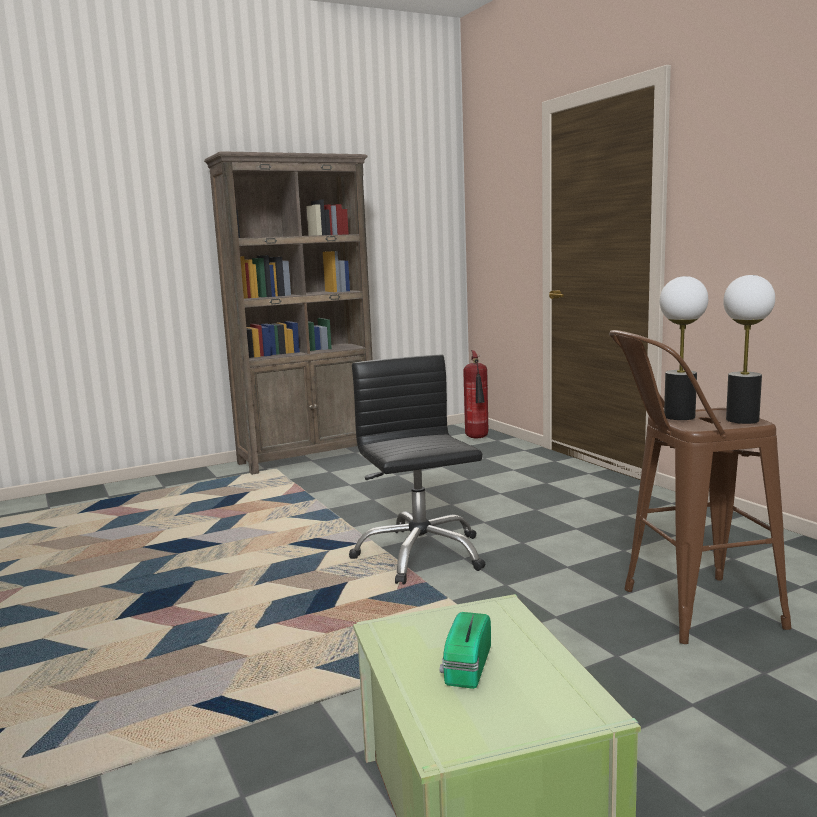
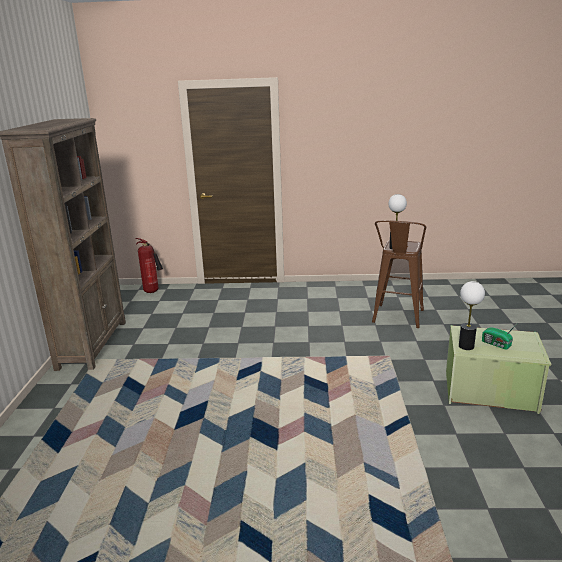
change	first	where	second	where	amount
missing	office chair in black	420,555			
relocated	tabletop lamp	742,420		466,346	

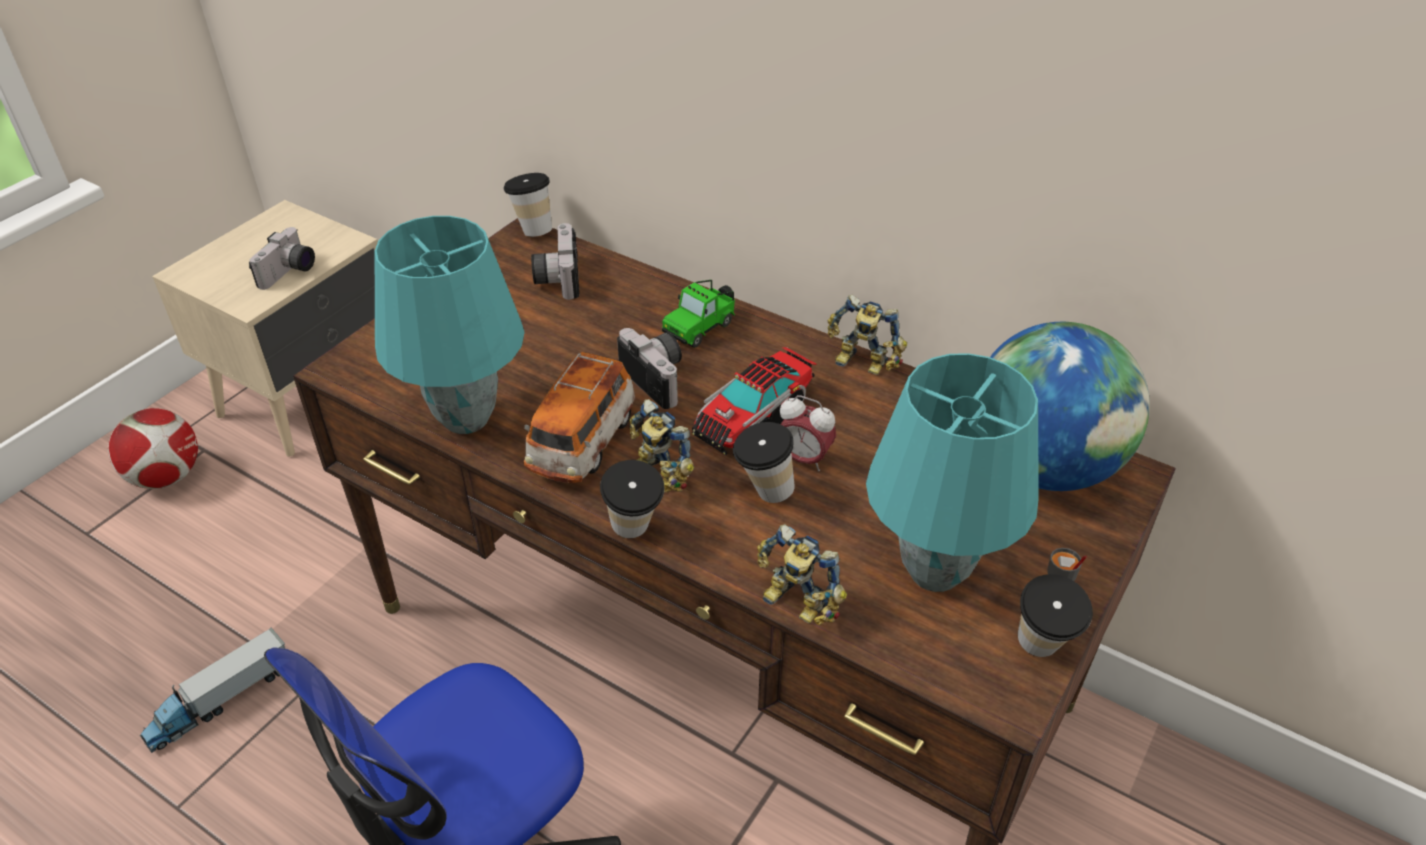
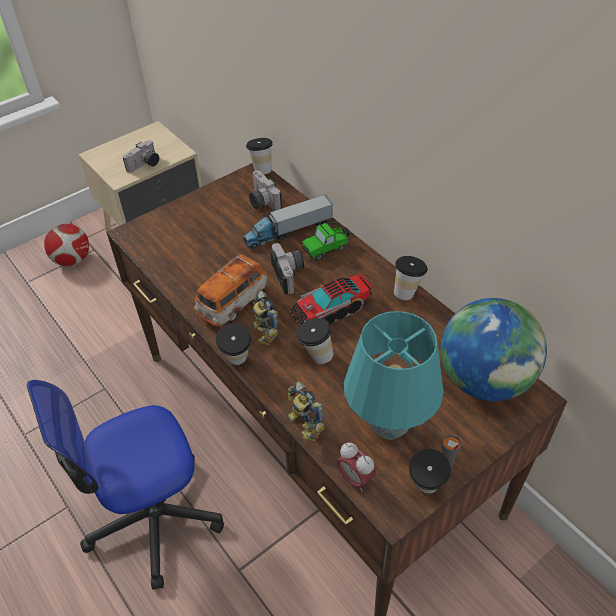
change	first	where	second	where	amount
relocated	model truck	220,701		288,231	
missing	tabletop lamp in blue-green	464,419			
spun	still camera	556,277		261,202	45 degrees counterclockwise
relocated	table clock	803,459		355,478	
exchanged	robot figure	861,365	small cup	407,292	

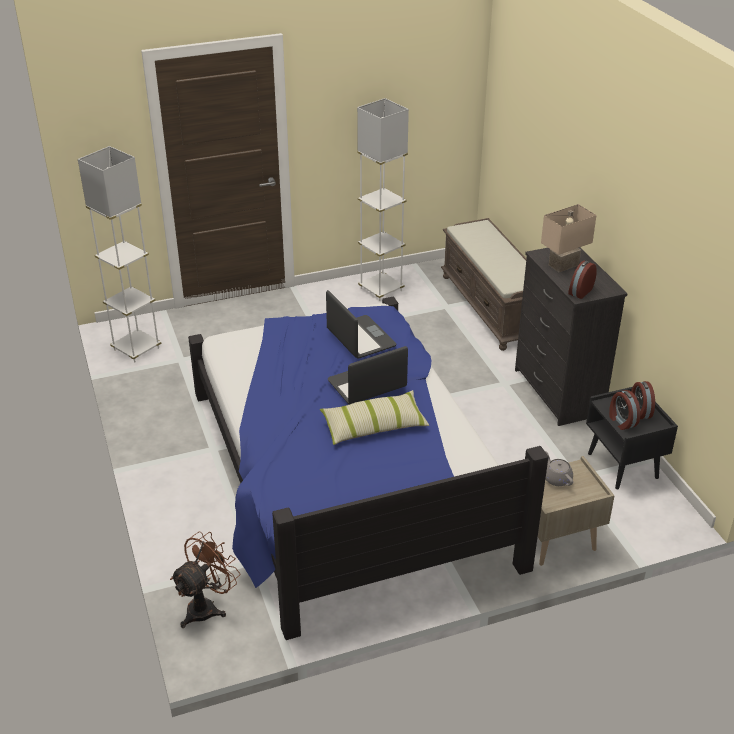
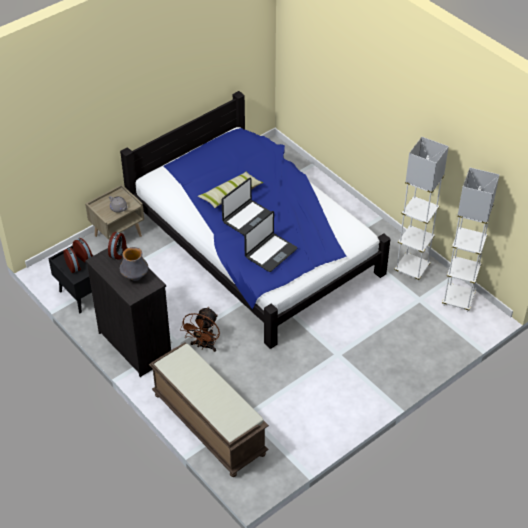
change	first	where	second	where	amount
relocated	fan in brownish	207,607		204,346	
spun	portable computer	360,338		270,253	90 degrees counterclockwise
relocated	standing lamp in white	381,289		412,269	
exchanged	tabletop lamp in beige	563,264	decorative vase	135,277	

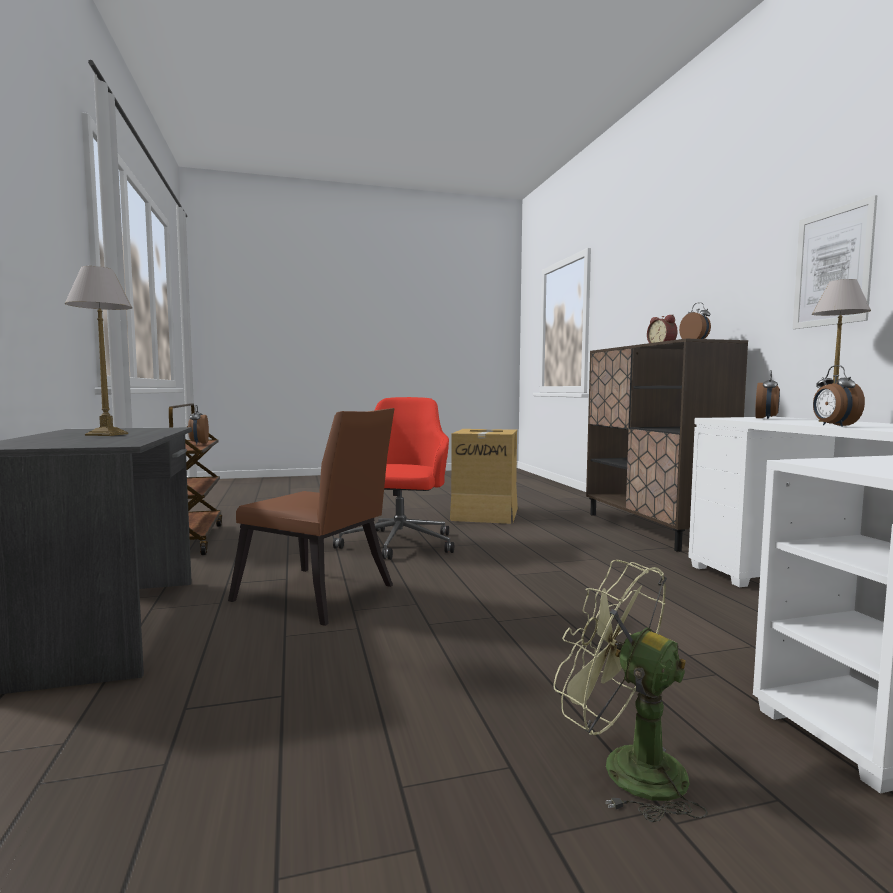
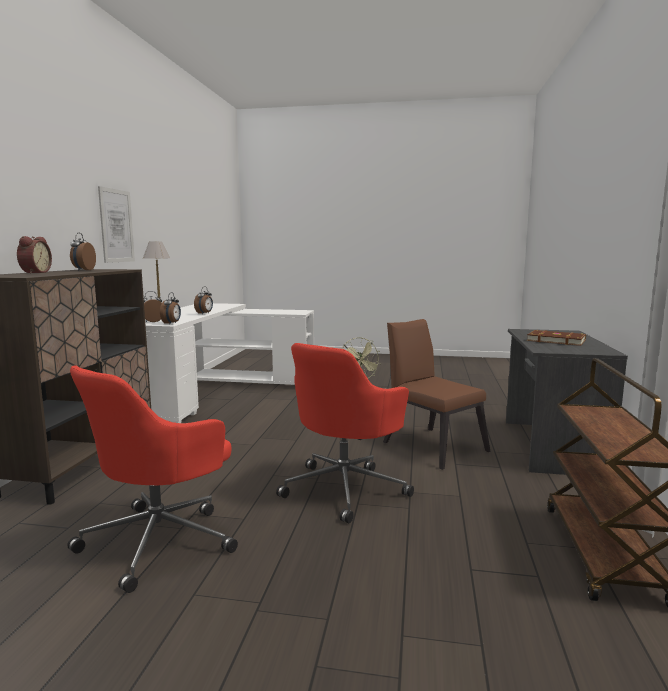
change	first	where	second	where	amount
exchanged	tabletop lamp	107,434	bound book in brownish	556,340	
relocated	table clock	198,443		172,323	
exchanged	cardboard box	485,514	office chair in red-coloured	161,539	

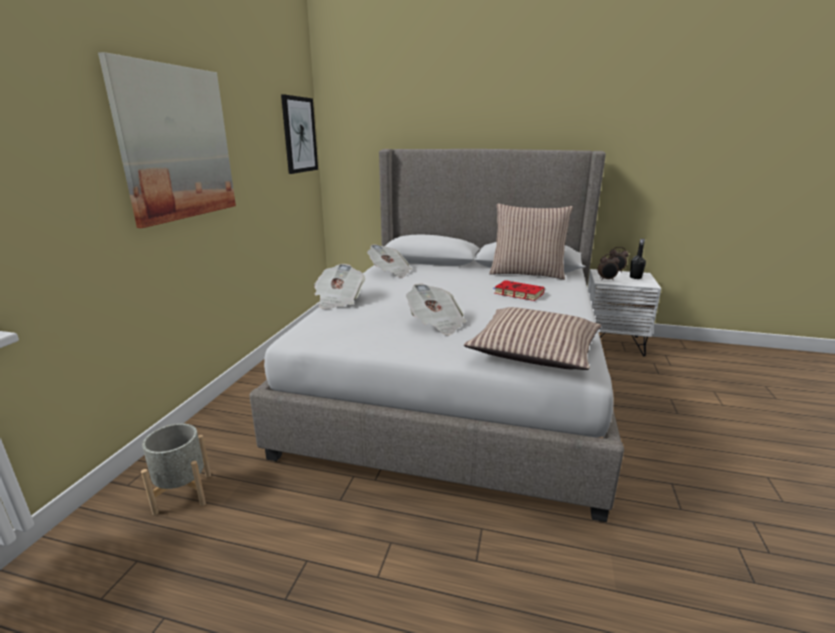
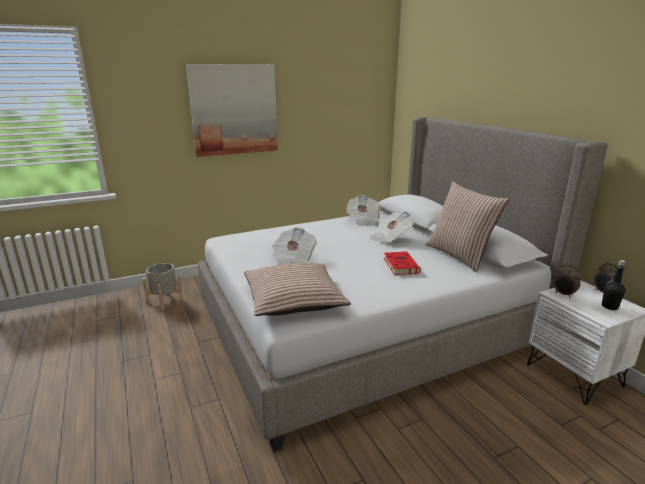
change	first	where	second	where	amount
missing	picture	299,135			
relocated	newspaper	338,300		390,237	

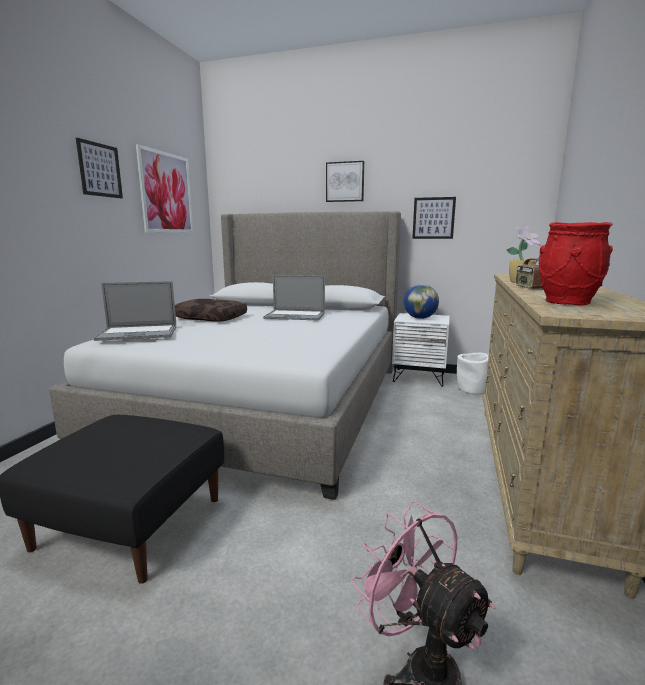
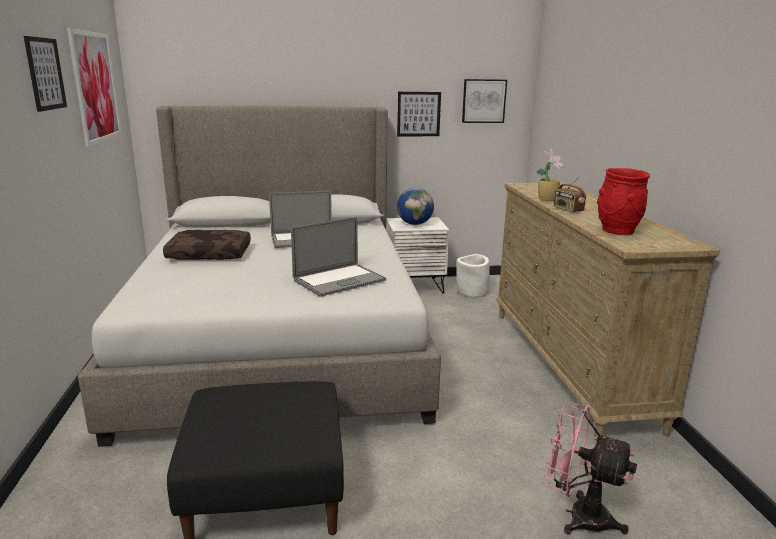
change	first	where	second	where	amount
relocated	portable computer	138,333		339,280	
relocated	picture	345,182		483,101	

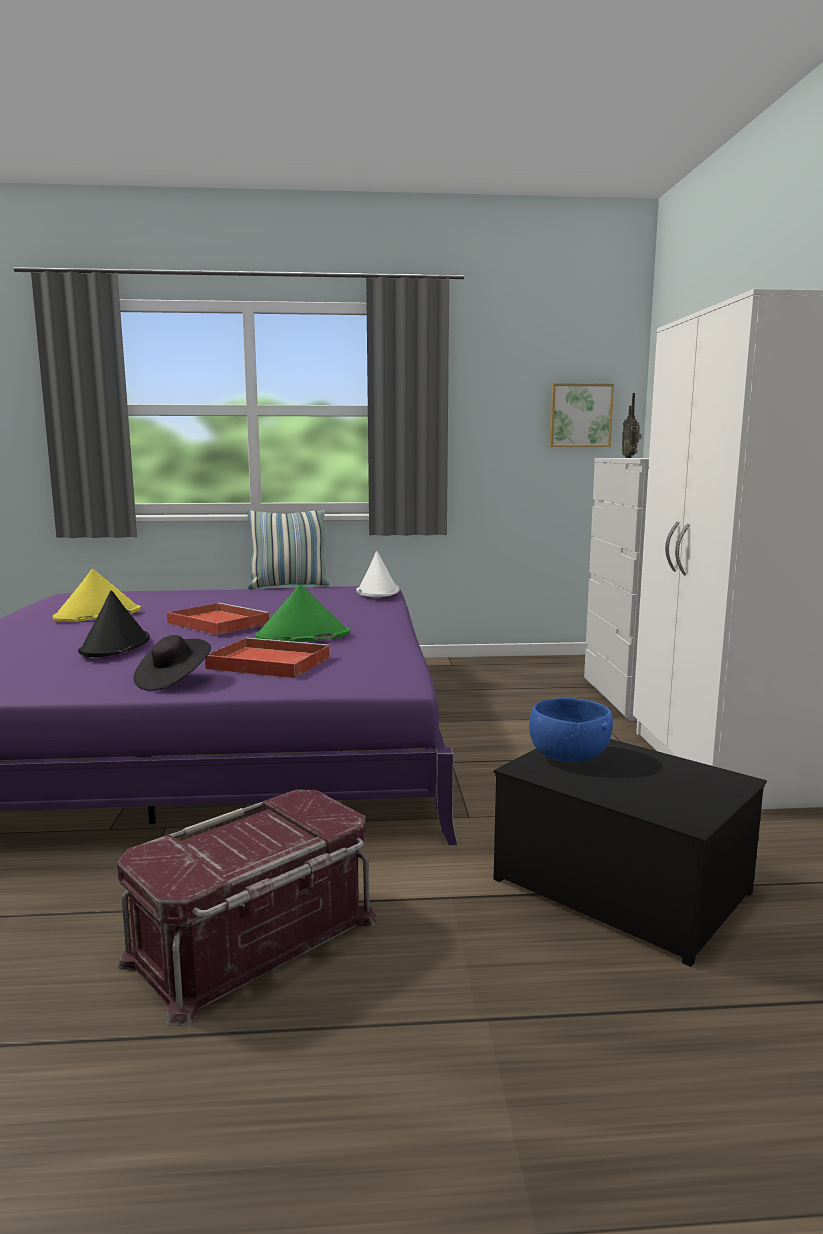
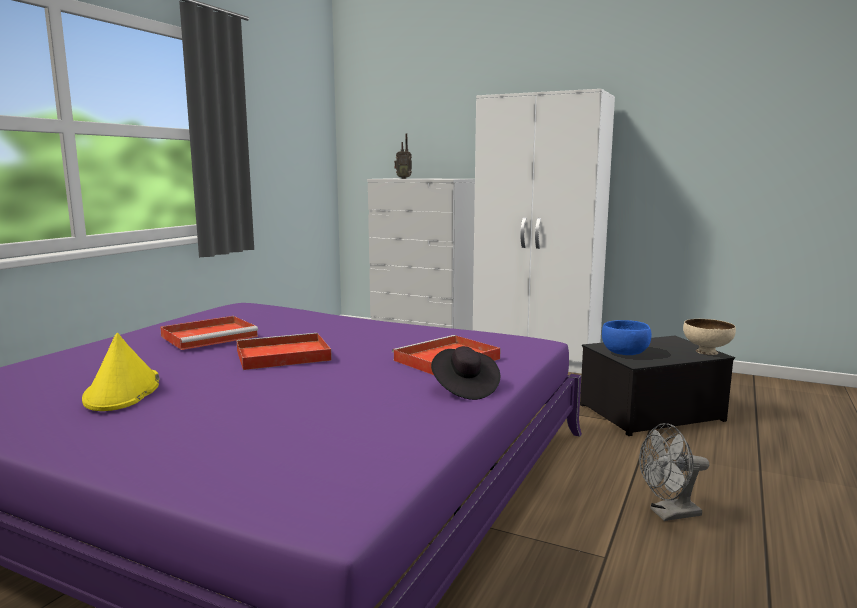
change	first	where	second	where	amount
missing	clothing hat in black	115,646			
exchanged	storage container in red-coloured	254,941	fan in gray	669,514	
missing	throw pillow	288,586			
missing	clothing hat in green	302,636			
missing	clothing hat in white	377,591			
missing	picture	580,415			
appeared			serving tray in red-coloured	211,336	
appeared			bowl in beige	706,352	

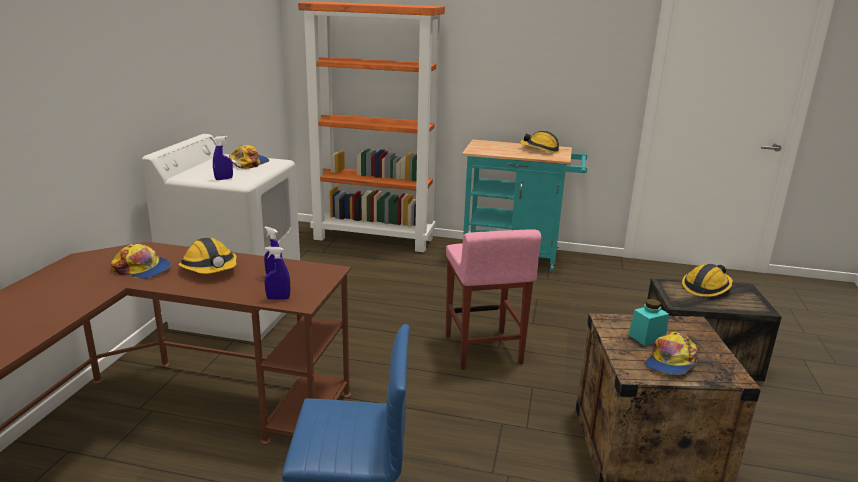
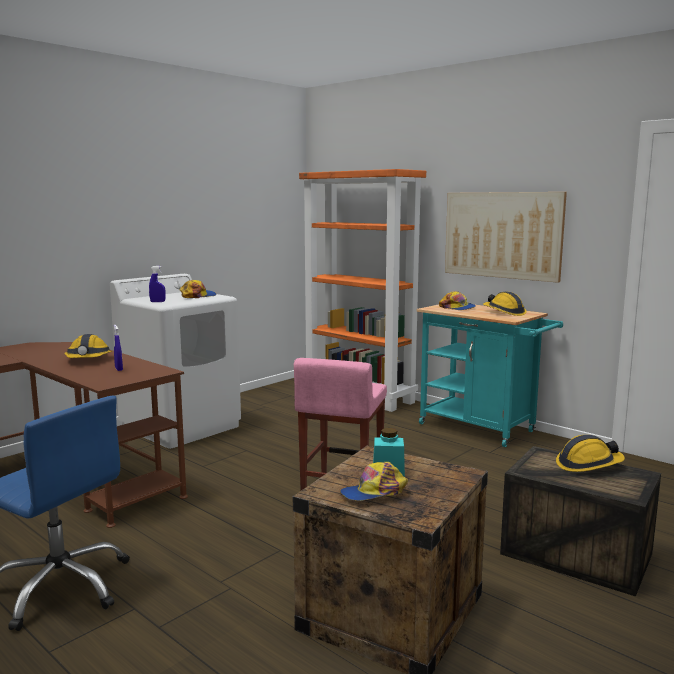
change	first	where	second	where	amount
relocated	cap	142,269		457,308	
missing	hand sprayer in blue-coloured	278,298			
appeared			picture	502,235	

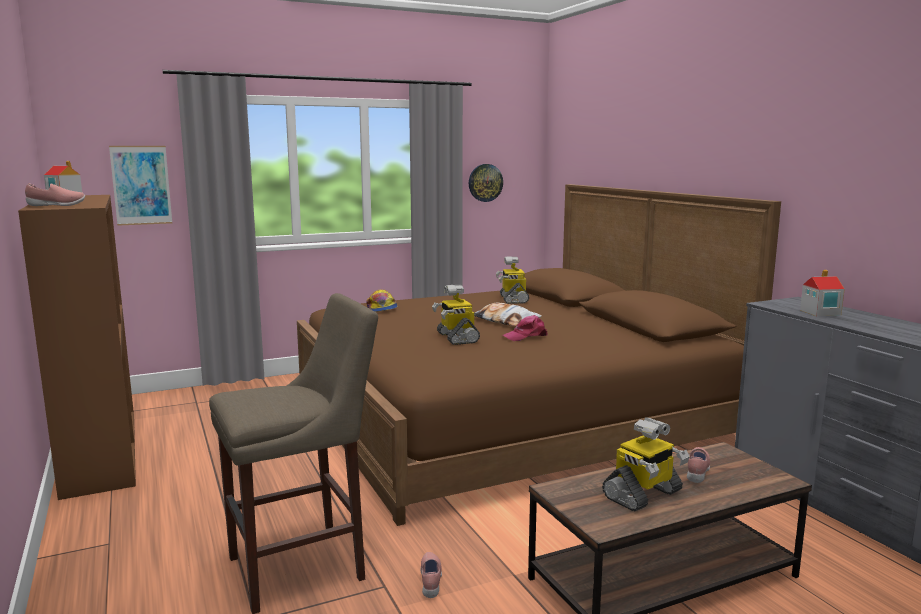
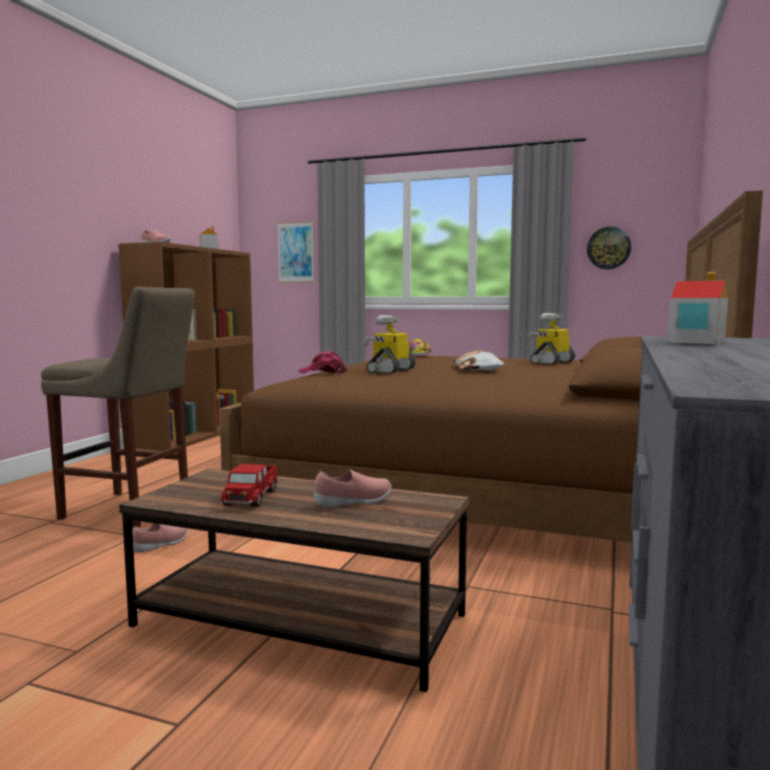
change	first	where	second	where	amount
relocated	cap in pinkish	526,336		323,372	
exchanged	robot figure	643,495	model truck	252,497	

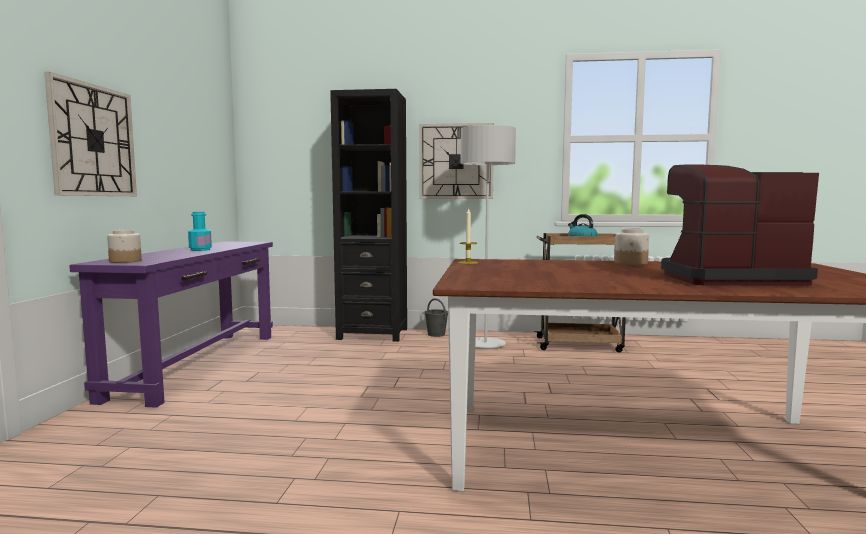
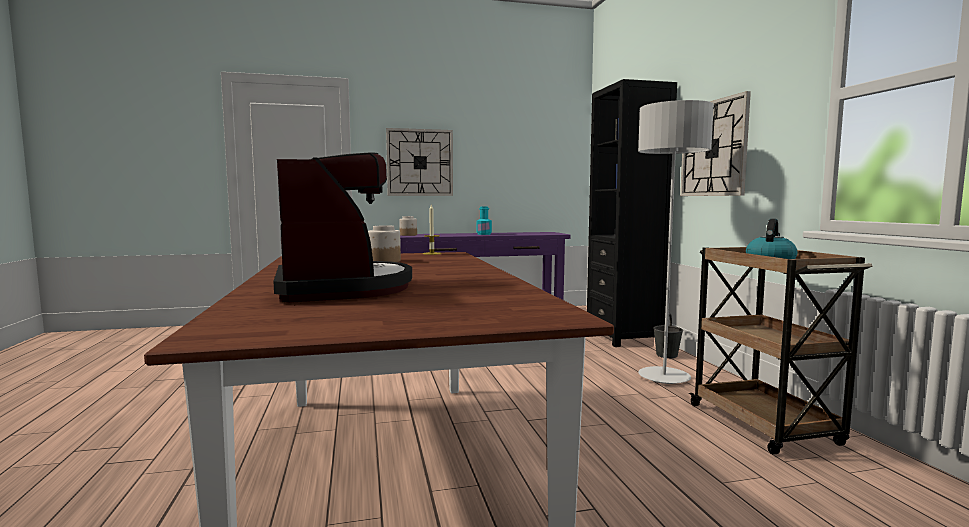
change	first	where	second	where	amount
relocated	jar	631,263		384,261	

